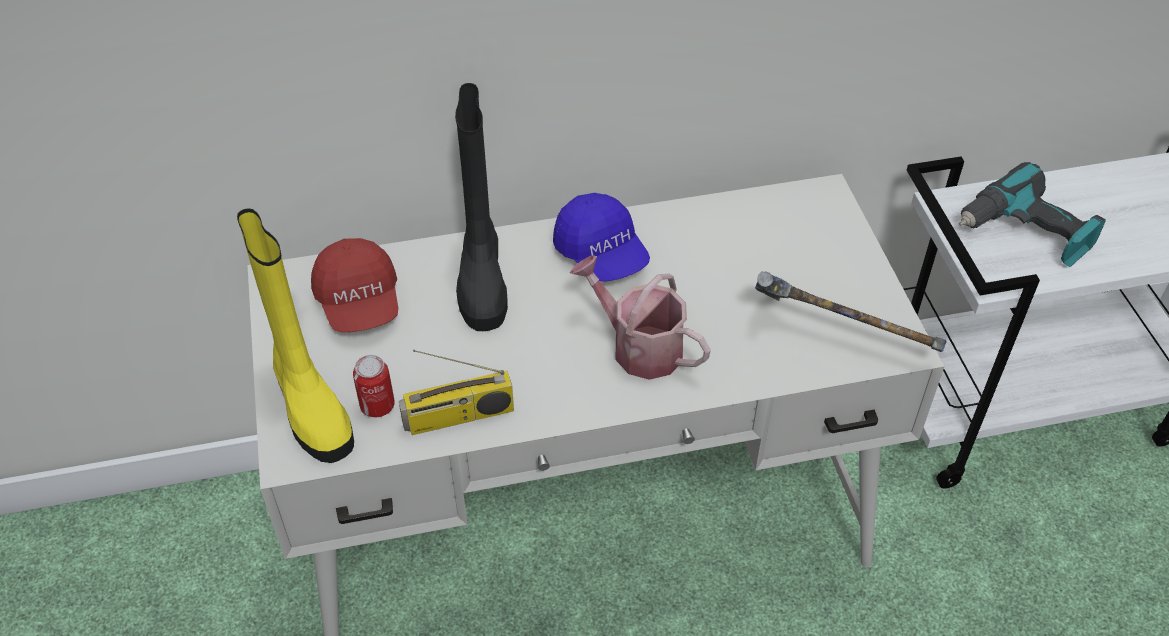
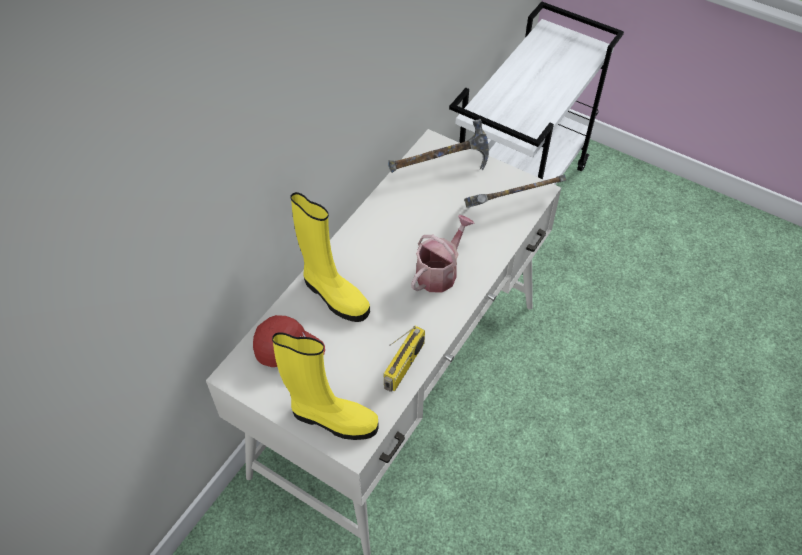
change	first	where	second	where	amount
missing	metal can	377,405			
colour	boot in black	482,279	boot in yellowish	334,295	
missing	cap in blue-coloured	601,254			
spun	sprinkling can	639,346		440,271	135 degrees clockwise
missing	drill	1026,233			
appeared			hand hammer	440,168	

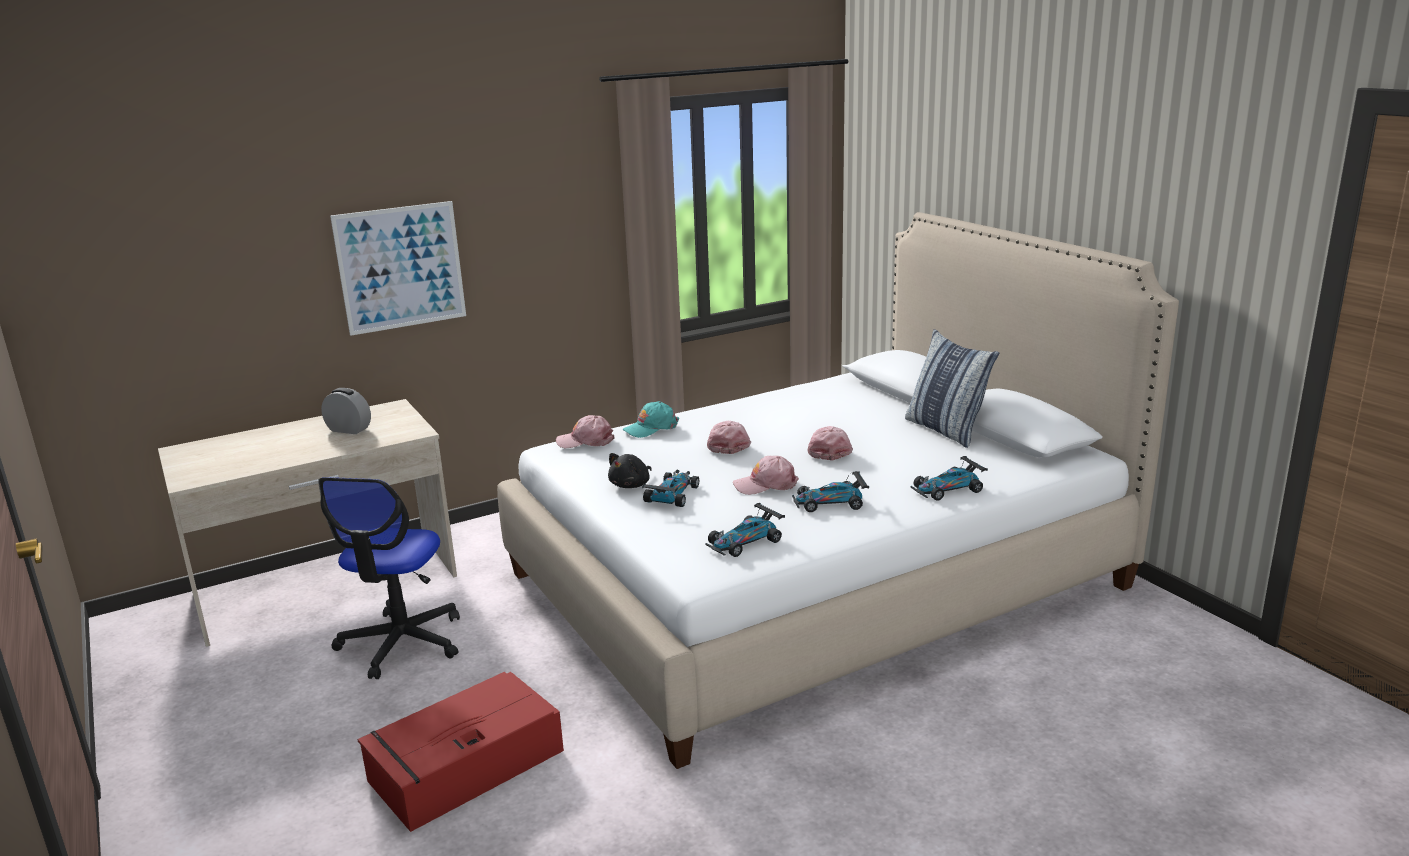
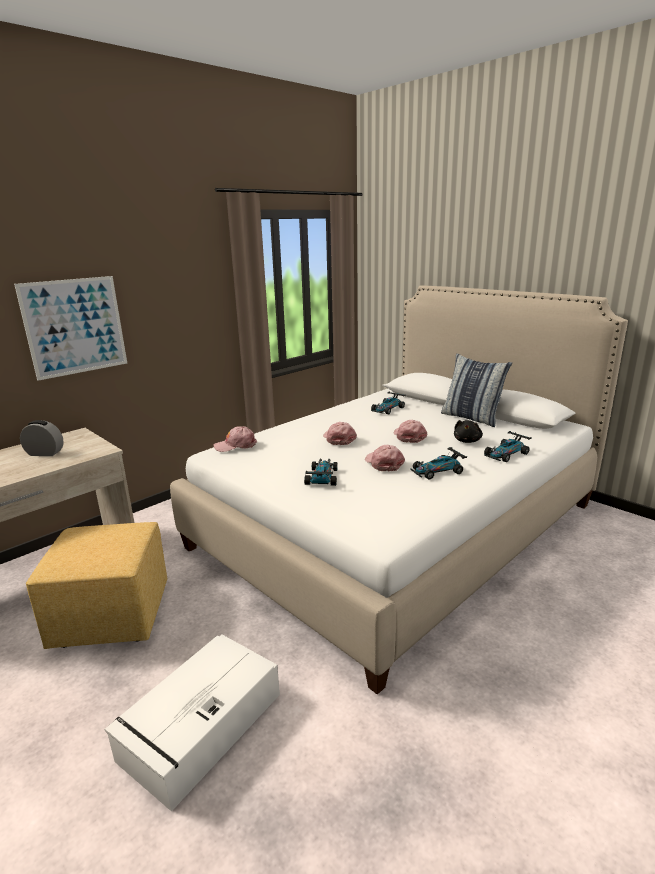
change	first	where	second	where	amount
exchanged	office chair	401,643	footrest in yellowish	111,618	
colour	storage container in red-coloured	464,767	storage container in white	200,728	
relocated	cuddly toy in black	631,485		467,441	
missing	cap in blue-green	651,428			
relocated	toy car	745,542		387,409	
spun	cap in pinkish	766,484		384,463	90 degrees clockwise

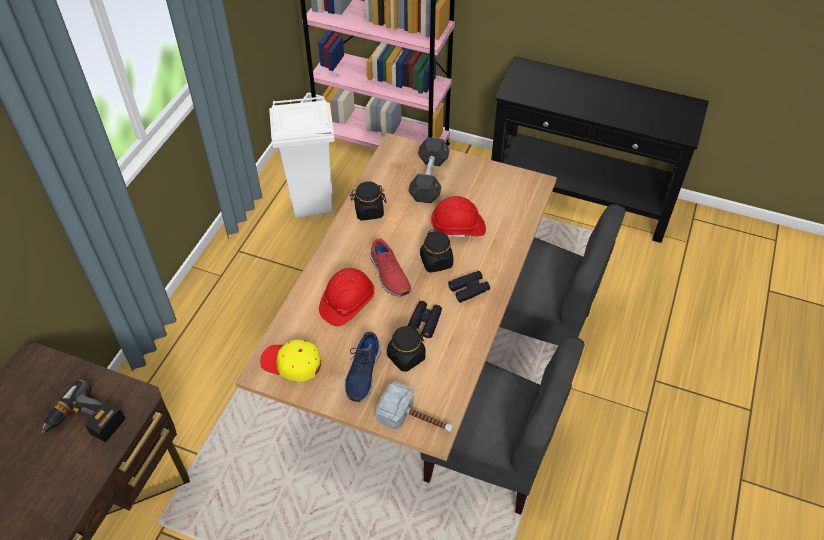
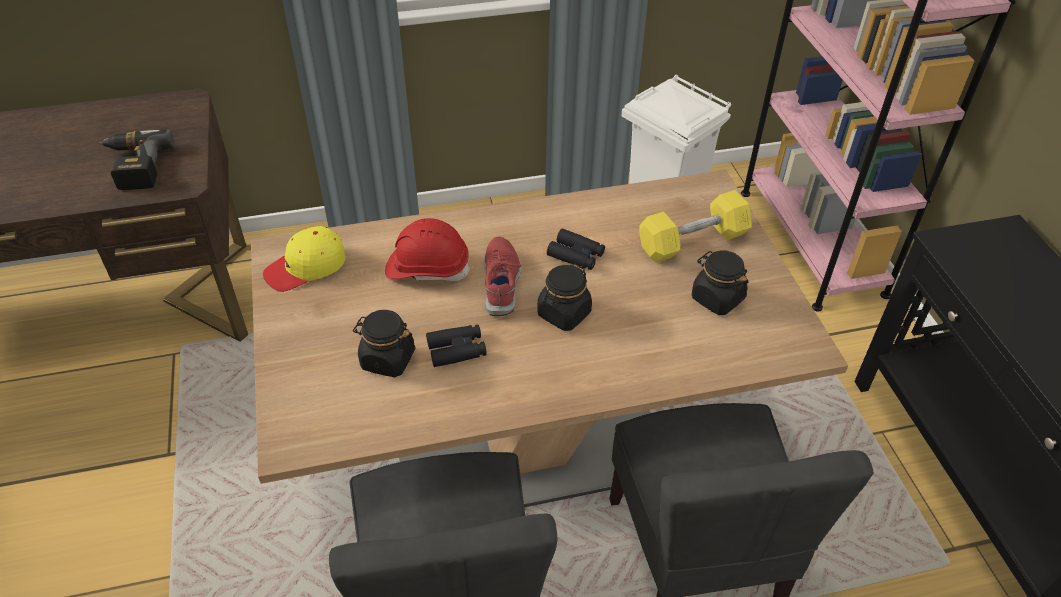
change	first	where	second	where	amount
spun	cap in yellowish	292,363		306,267	105 degrees counterclockwise
missing	item of footwear in blue-coloured	362,372			
relocated	jar in black	368,211		717,298	
spun	item of footwear in red-coloured	389,275		502,282	150 degrees clockwise
missing	hand hammer	416,420			
colour	free weight in gray	429,179	free weight in yellowish	692,241	
missing	work helmet in red-coloured	458,228			
relocated	field glasses in black	469,289		576,255	

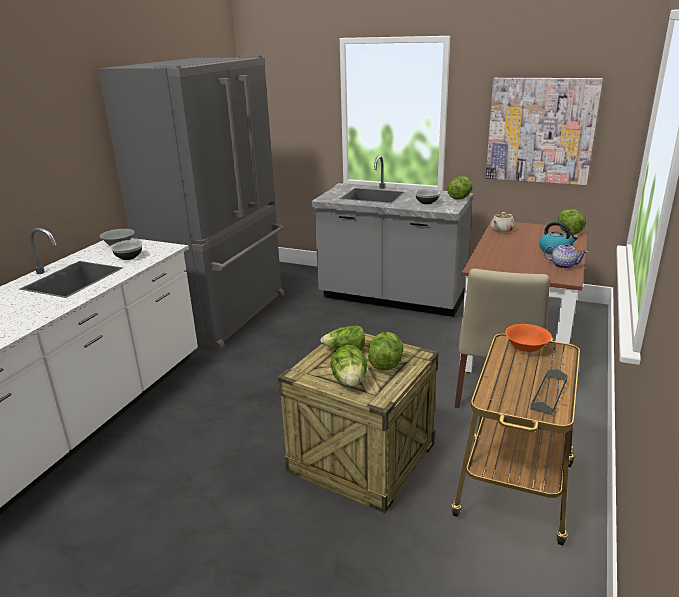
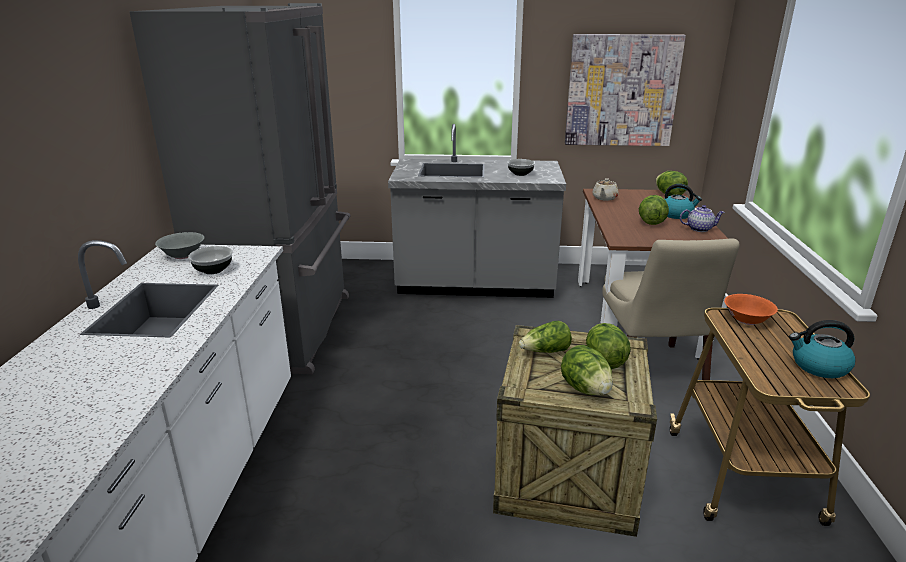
change	first	where	second	where	amount
relocated	head of lettuce	459,198		651,222	
exchanged	serving tray in gray	548,394	tea kettle	818,366	

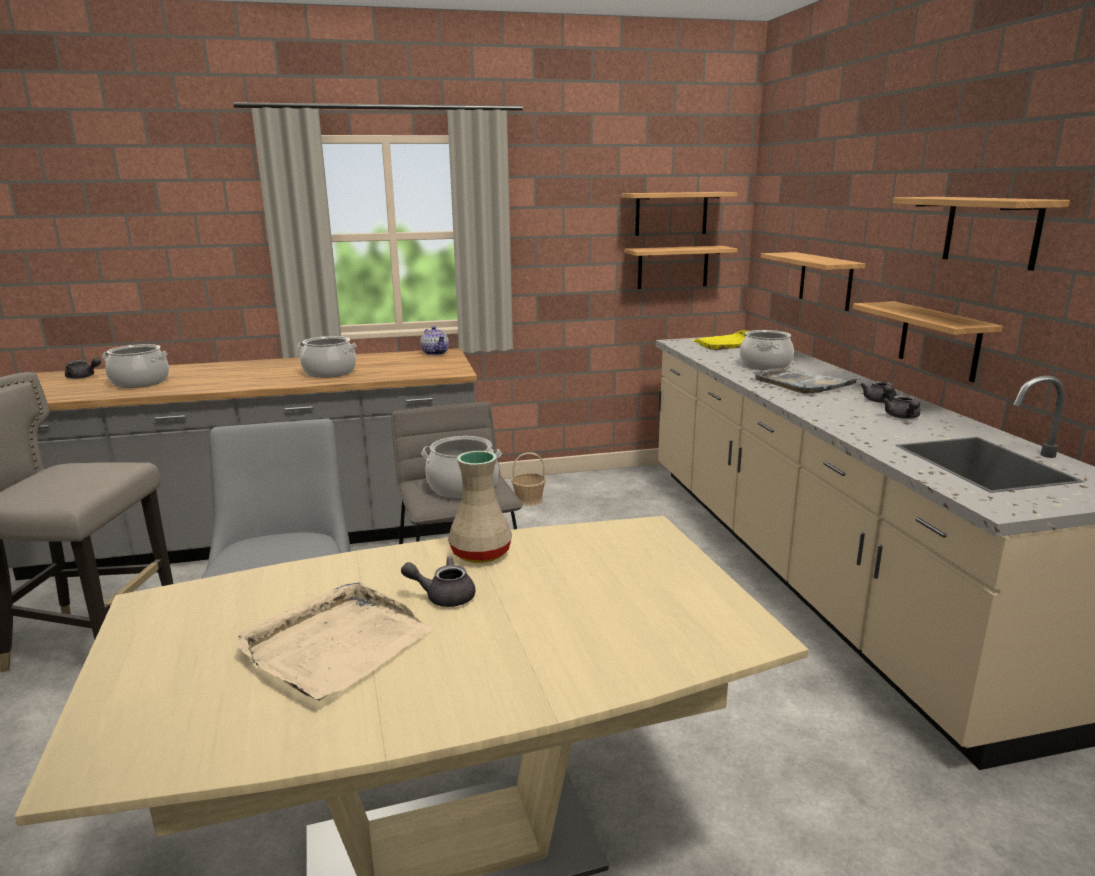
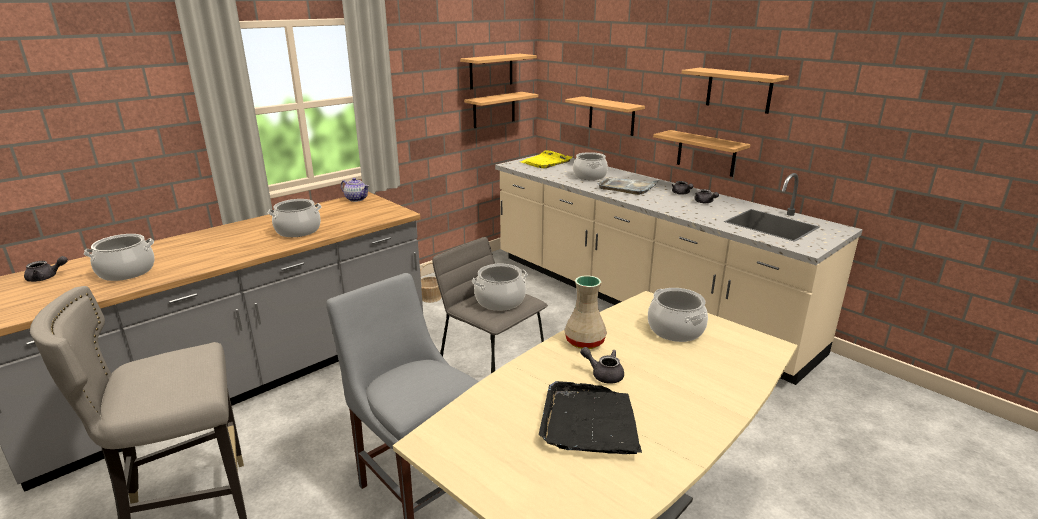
change	first	where	second	where	amount
colour	serving tray in beige	335,645	serving tray in black	589,422	
spun	teapot in gray	443,596		603,374	60 degrees clockwise
appeared			cooking pot	675,330	

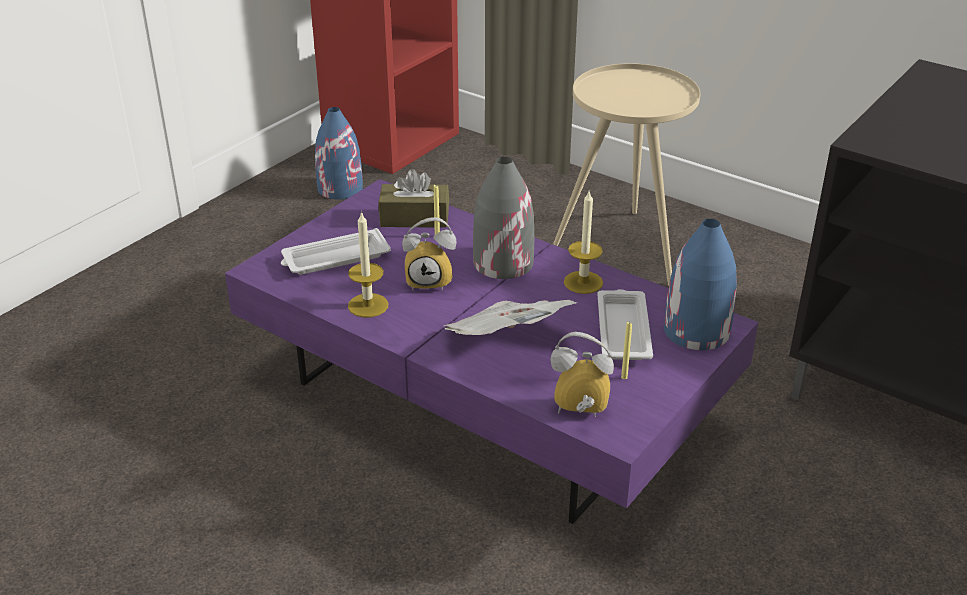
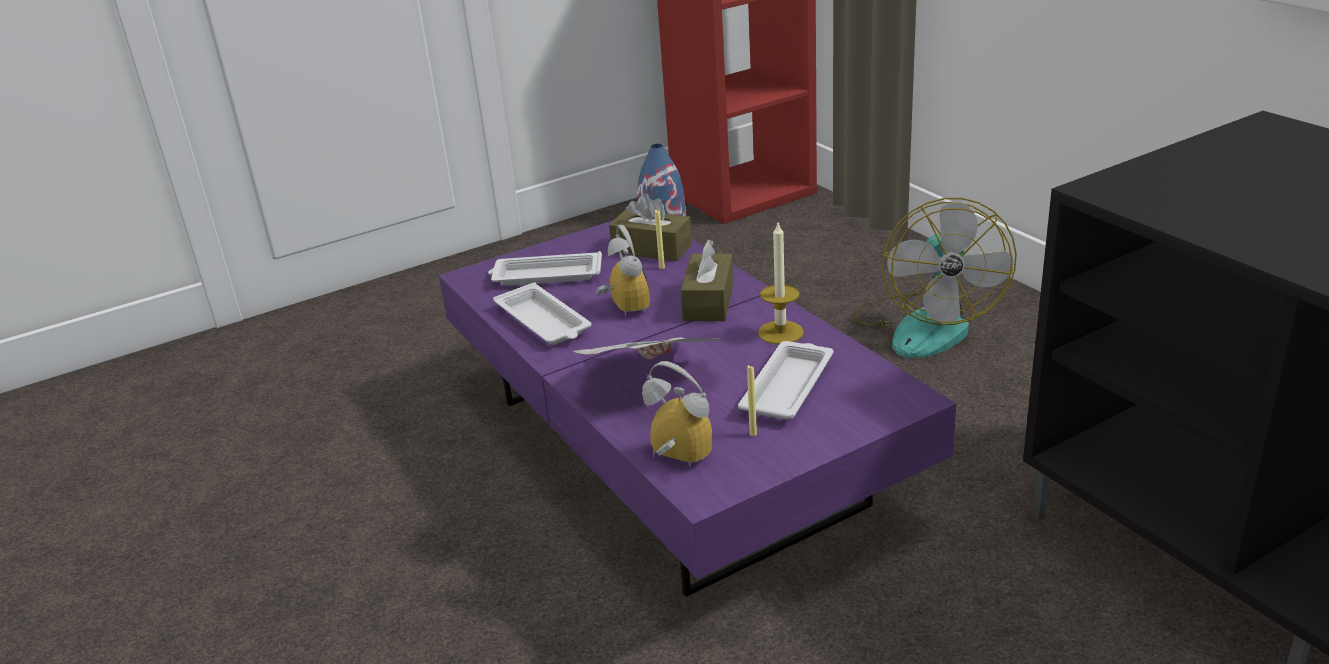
change	first	where	second	where	amount
exchanged	candle	368,305	serving tray in white	544,322	
spun	table clock	430,281		622,308	135 degrees counterclockwise
exchanged	decorative vase in gray	502,263	box of tissues in brownish	708,301	
exchanged	accent table in beige	623,248	fan	925,325	
missing	decorative vase in blue-coloured	696,331			

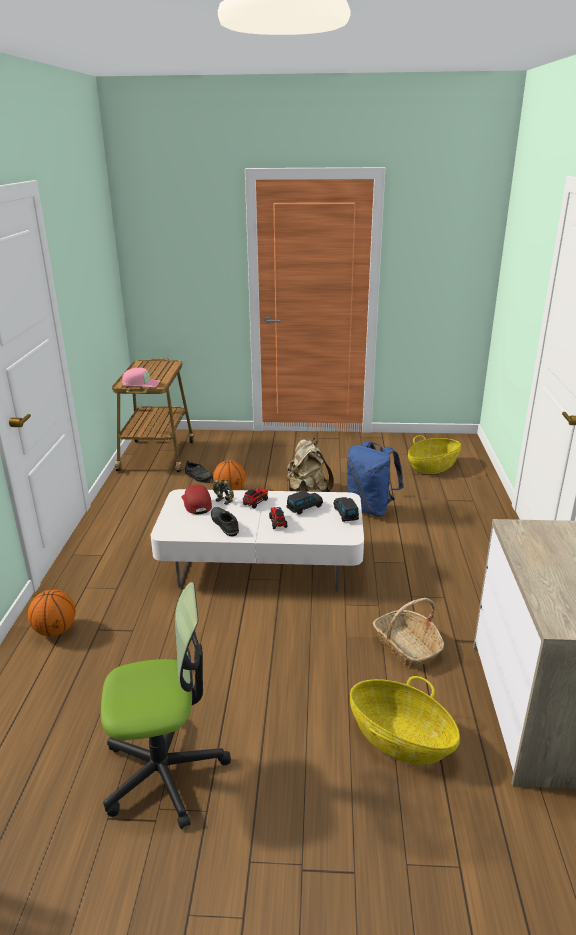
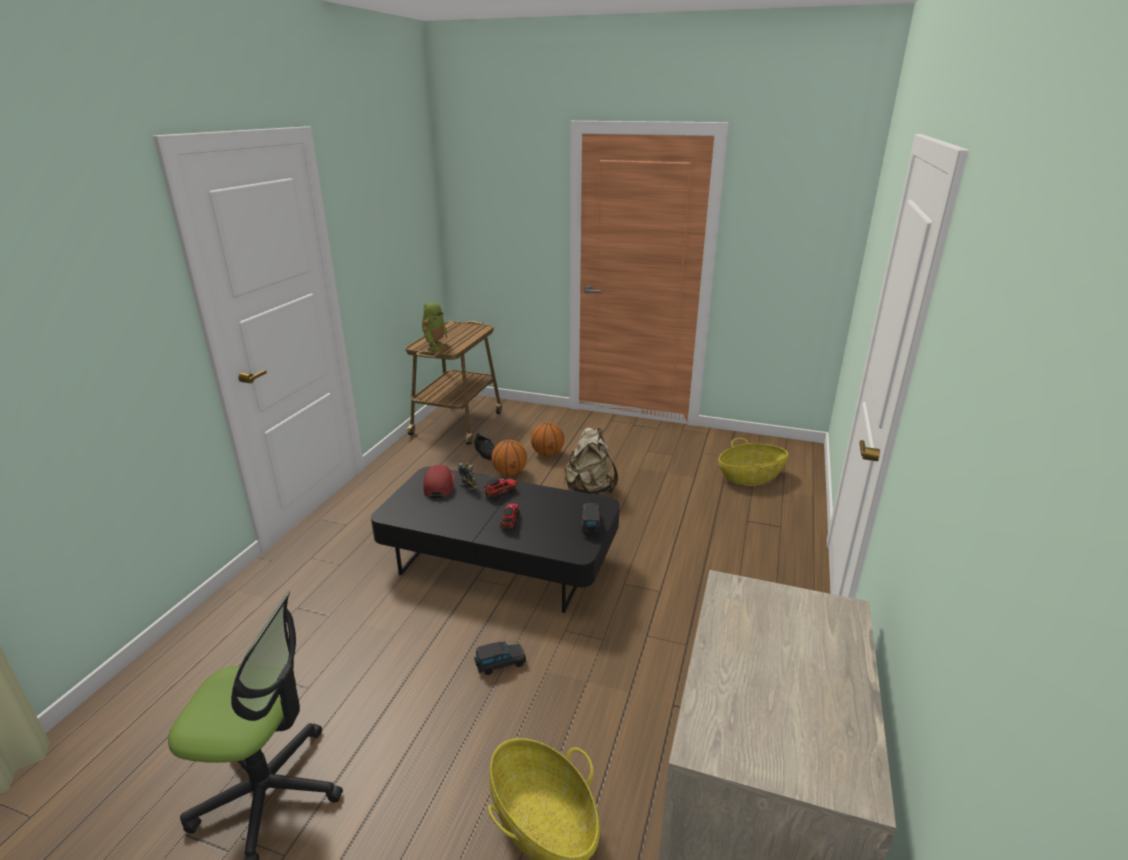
change	first	where	second	where	amount
relocated	ball for basketball	55,630		547,454	
exchanged	cap in pinkish	141,383	robot figure	435,347	
colour	lounge table in white	261,562	lounge table in black	500,561	
missing	item of footwear in black	224,524			
relocated	toy car in black	304,508		500,664	
missing	backpack in blue-coloured	370,508			
missing	household basket	407,646			

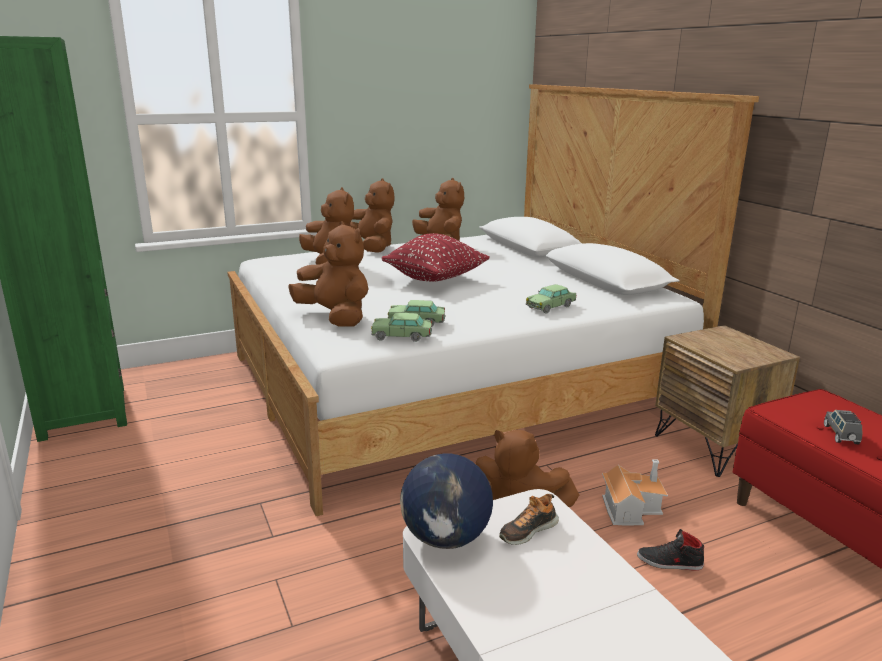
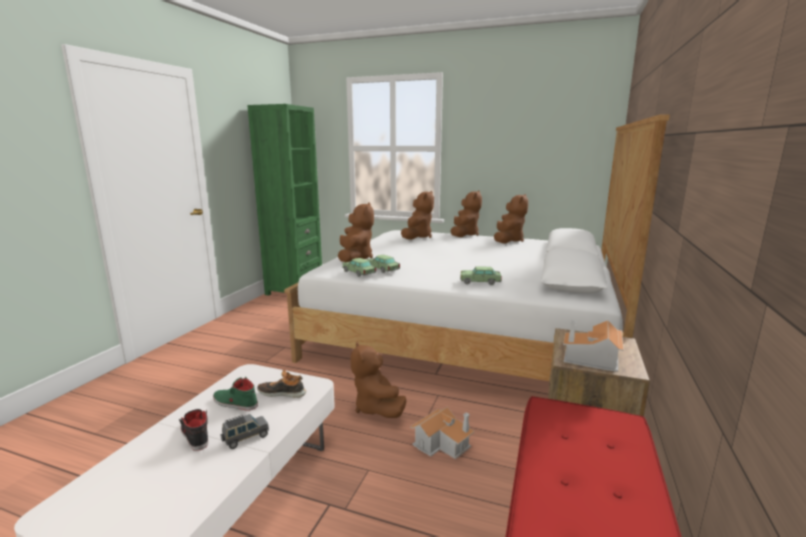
change	first	where	second	where	amount
missing	throw pillow in red-coloured	435,279			
missing	desk globe	446,538			
relocated	item of footwear in black	669,562		194,434	
relocated	toy car in gray	841,435		245,438	
appeared			item of footwear in green	235,403	
appeared			toy house	592,359	

